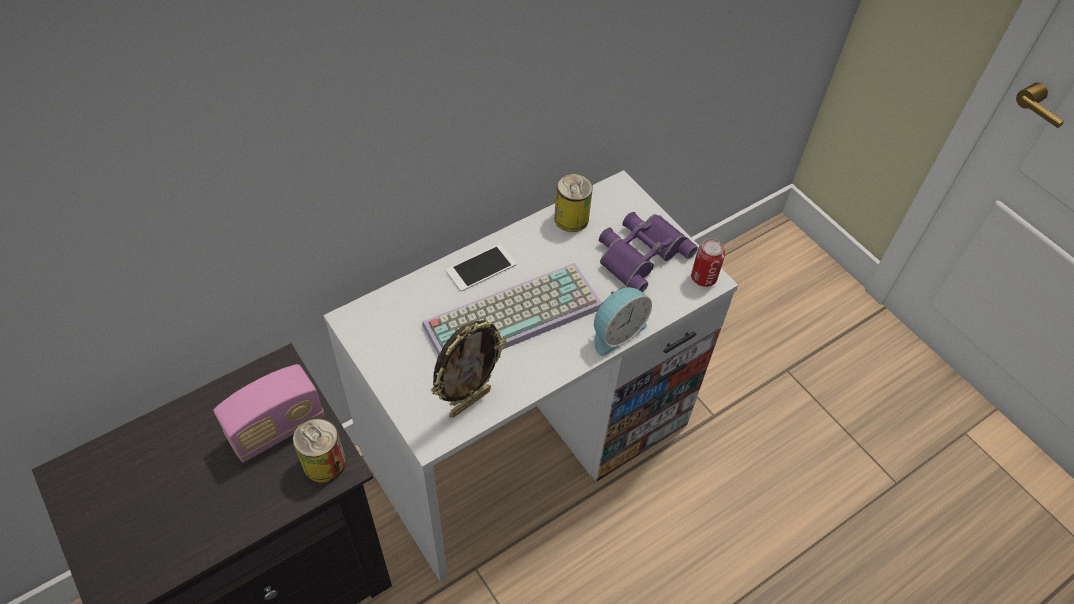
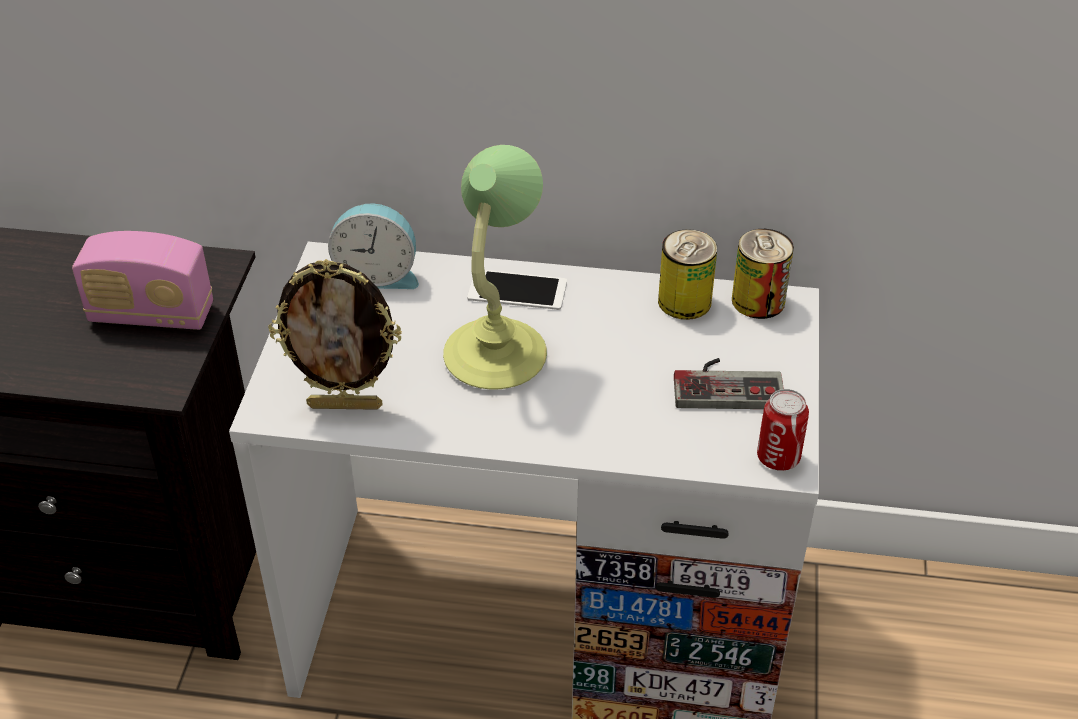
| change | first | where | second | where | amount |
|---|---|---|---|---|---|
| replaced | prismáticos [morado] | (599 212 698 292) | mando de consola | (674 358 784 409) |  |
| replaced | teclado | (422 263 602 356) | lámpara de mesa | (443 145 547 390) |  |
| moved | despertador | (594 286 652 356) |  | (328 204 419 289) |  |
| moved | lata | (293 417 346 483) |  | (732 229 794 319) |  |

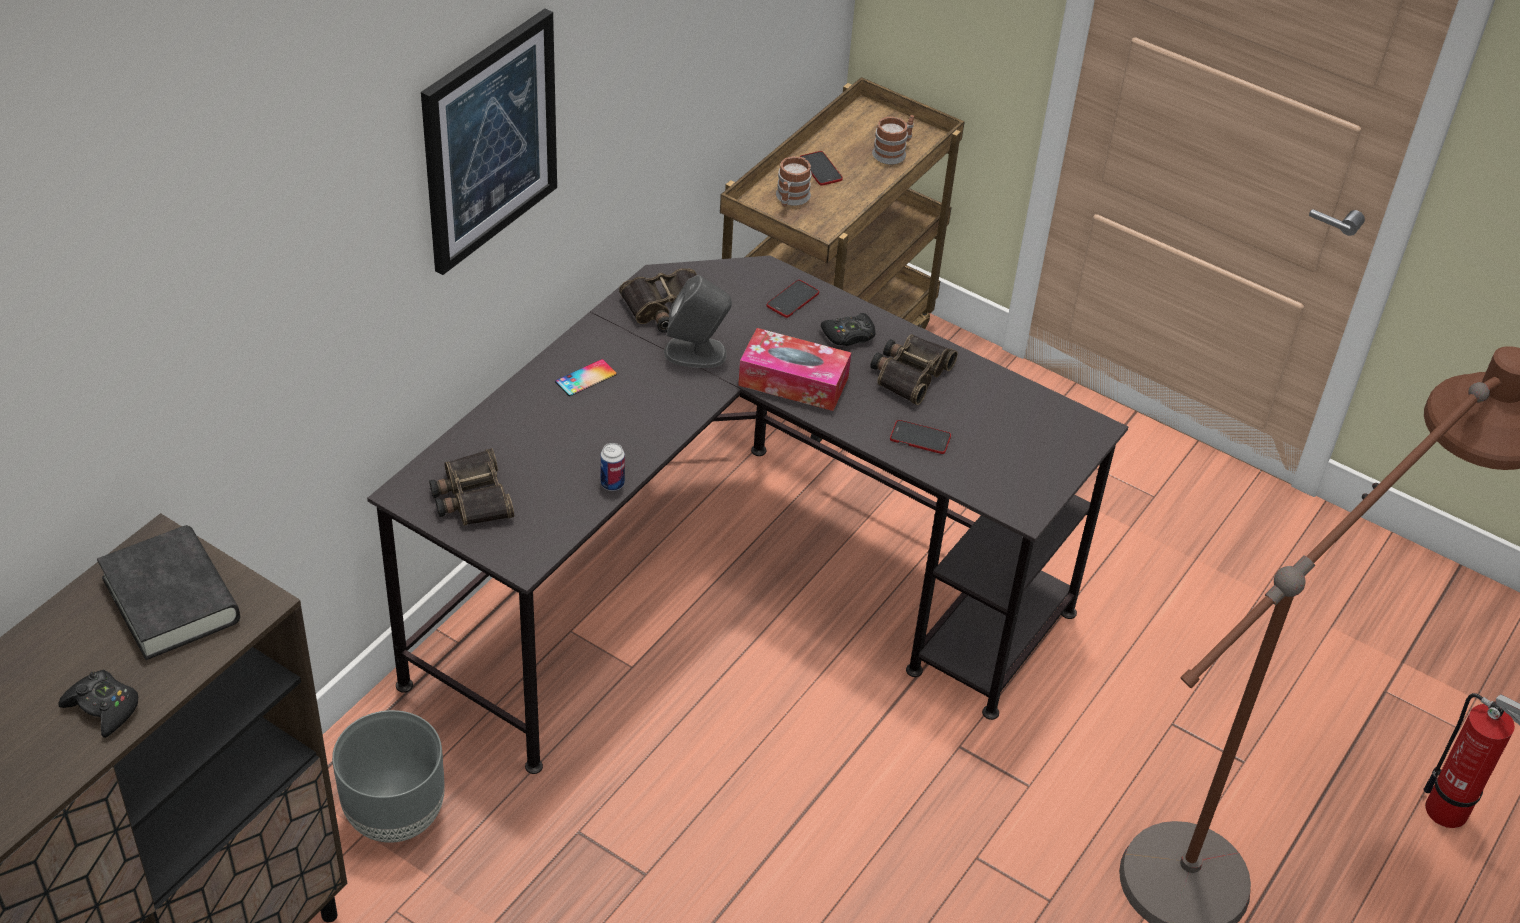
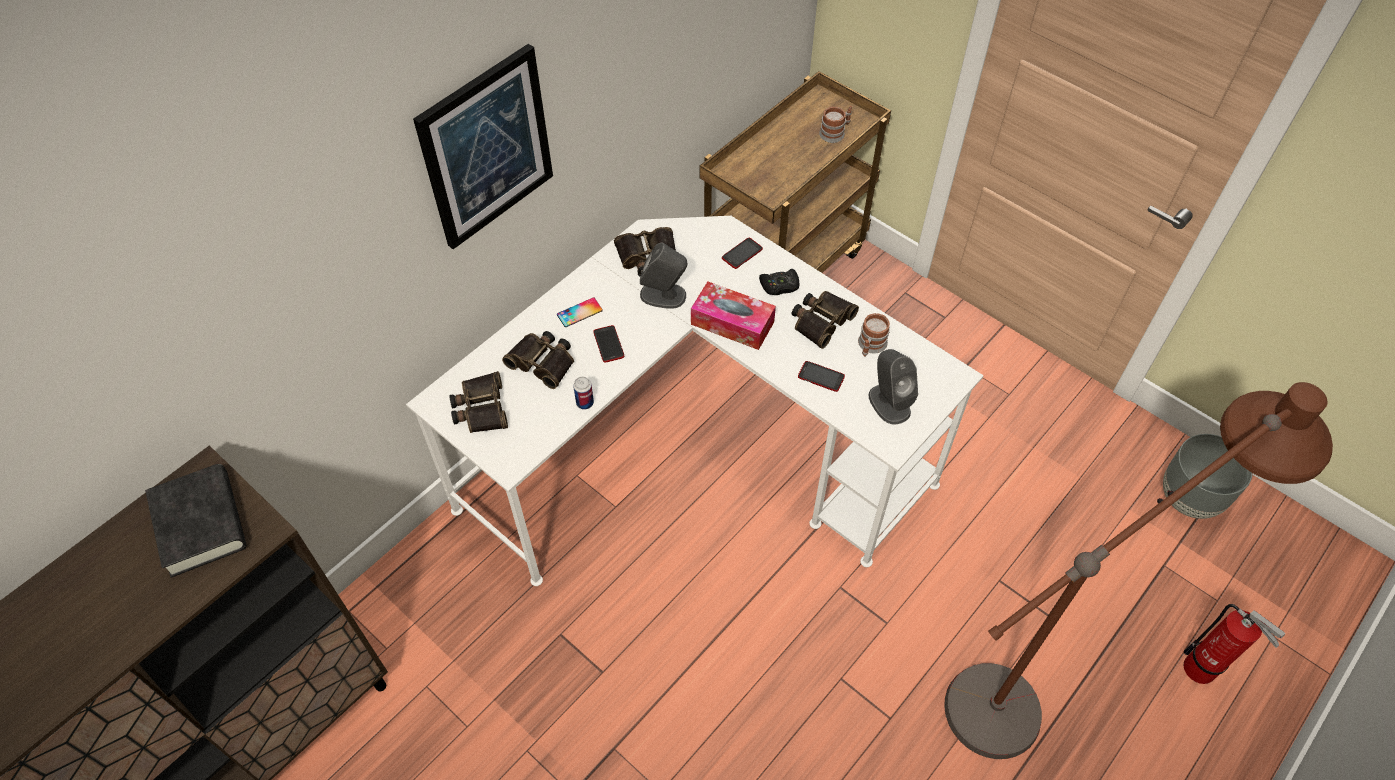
| change | first | where | second | where | amount |
|---|---|---|---|---|---|
| moved | móvil | (800 151 843 186) |  | (593 325 624 363) |  |
| moved | taza grande | (776 156 811 207) |  | (858 313 890 356) |  |
| recoloured | escritorio [negro] | (367 256 1128 774) | escritorio [blanco] | (406 216 984 586) |  |
| removed | mando de consola [negro] | (58 670 138 738) |  |  |  |
| moved | maceta [gris] | (332 710 445 843) |  | (1163 434 1253 519) |  |
| added |  |  | prismáticos | (502 331 574 389) |  |
| added |  |  | altavoz [gris] | (868 349 918 425) |  |

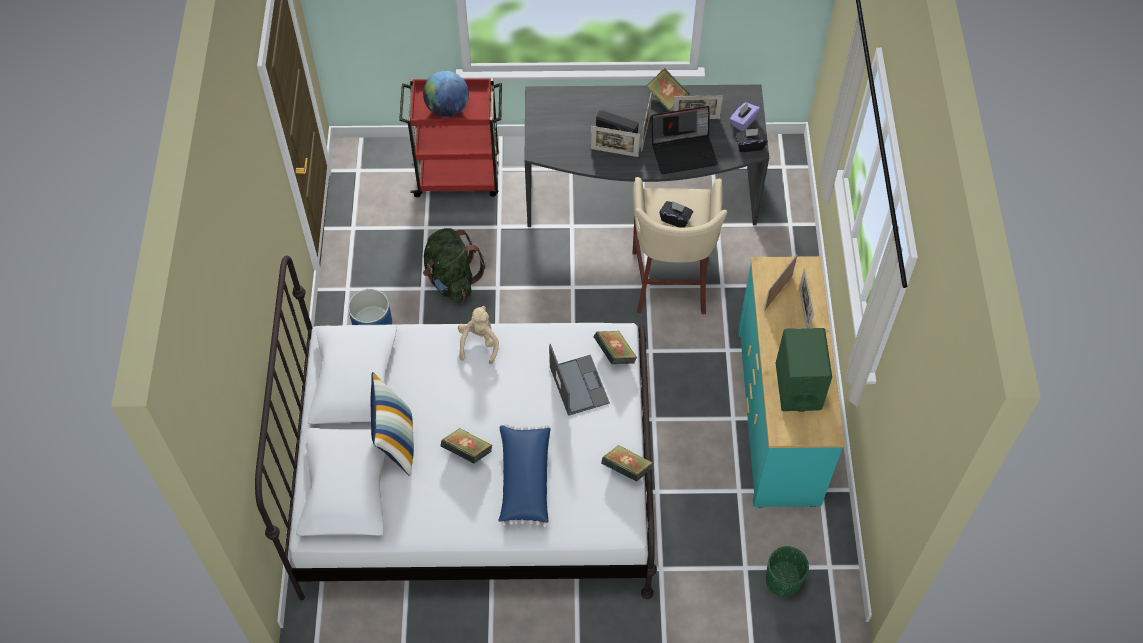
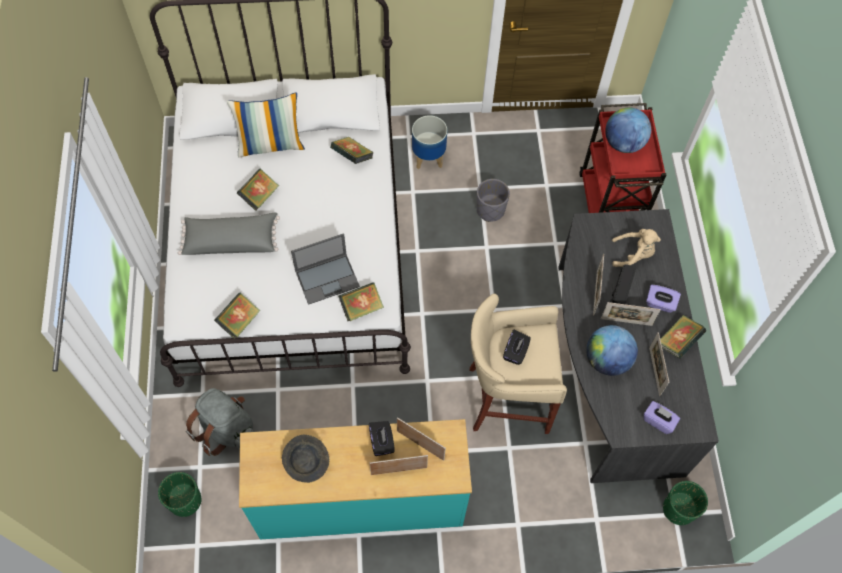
| change | first | where | second | where | amount |
|---|---|---|---|---|---|
| replaced | portátil | (652 106 718 174) | globo terráqueo | (586 325 638 376) |  |
| moved | caja de pañuelos [negro] | (735 129 768 152) |  | (369 421 395 456) |  |
| replaced | mochila [verde] | (423 228 486 303) | maceta [gris] | (477 179 510 222) |  |
| moved | peluche [beis] | (458 306 499 364) |  | (612 229 661 267) |  |
| replaced | altavoz [verde] | (776 328 832 412) | sombrero [gris] | (282 434 329 483) |  |
| recoloured | cojín [azul] | (498 423 551 527) | cojín [gris] | (178 212 280 255) |  |
| added |  |  | libro | (330 137 374 164) |  |
| added |  |  | caja de pañuelos [morado] | (646 285 681 313) |  |
| added |  |  | mochila [gris] | (186 388 254 456) |  |
| added |  |  | maceta [verde] | (663 481 708 525) |  |

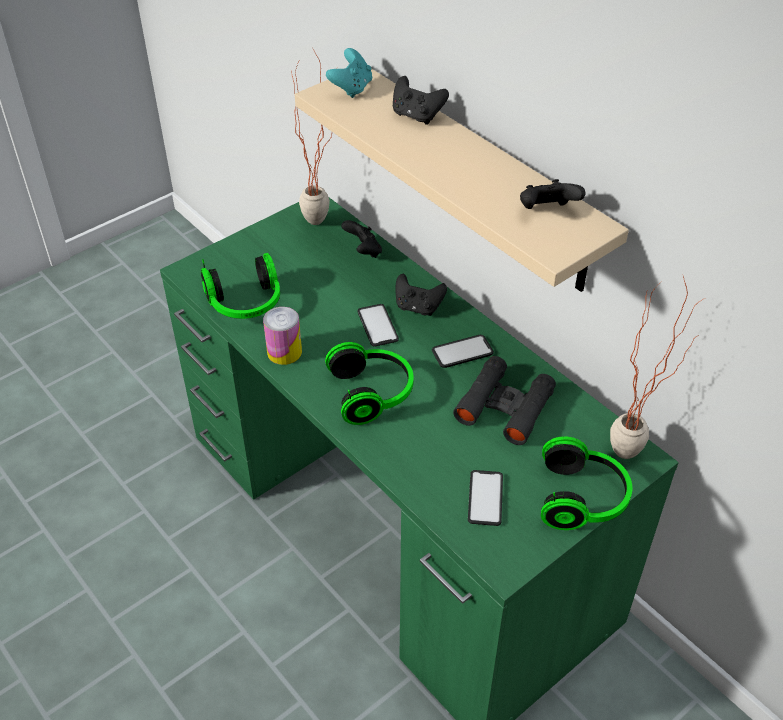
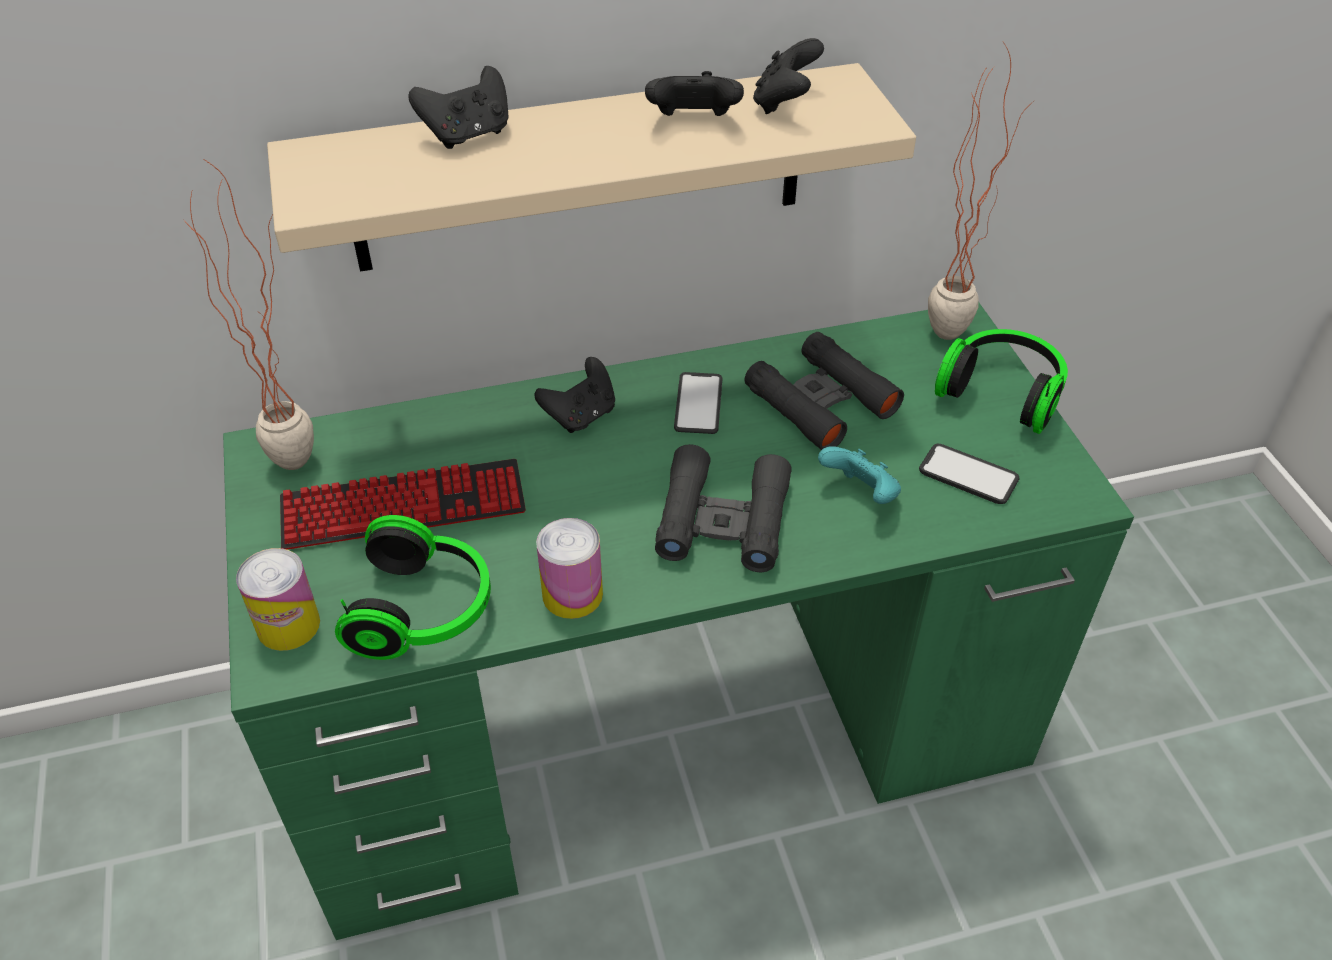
| change | first | where | second | where | amount |
|---|---|---|---|---|---|
| moved | mando de consola [turquesa] | (326 48 372 98) |  | (818 446 901 504) |  |
| moved | mando de consola [negro] | (341 220 382 258) |  | (645 71 744 116) |  |
| removed | móvil | (358 304 399 347) |  |  |  |
| replaced | auriculares | (325 342 414 425) | prismáticos [negro] | (655 444 792 572) |  |
| added |  |  | teclado | (280 459 526 550) |  |
| added |  |  | lata | (236 548 320 651) |  |

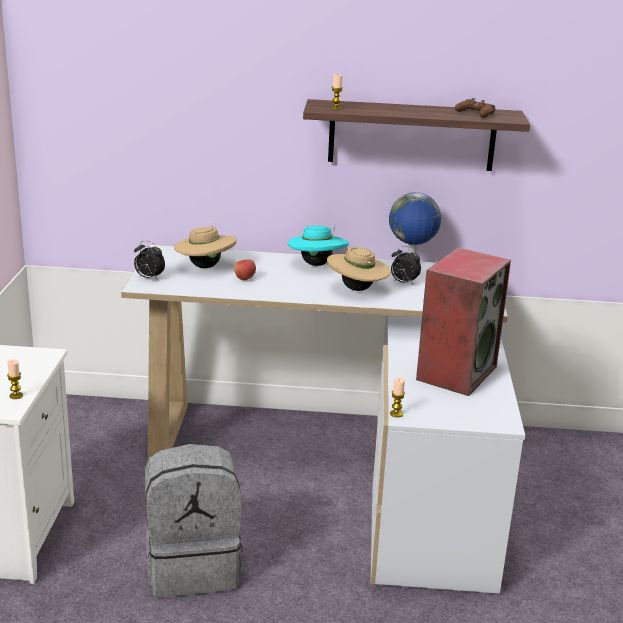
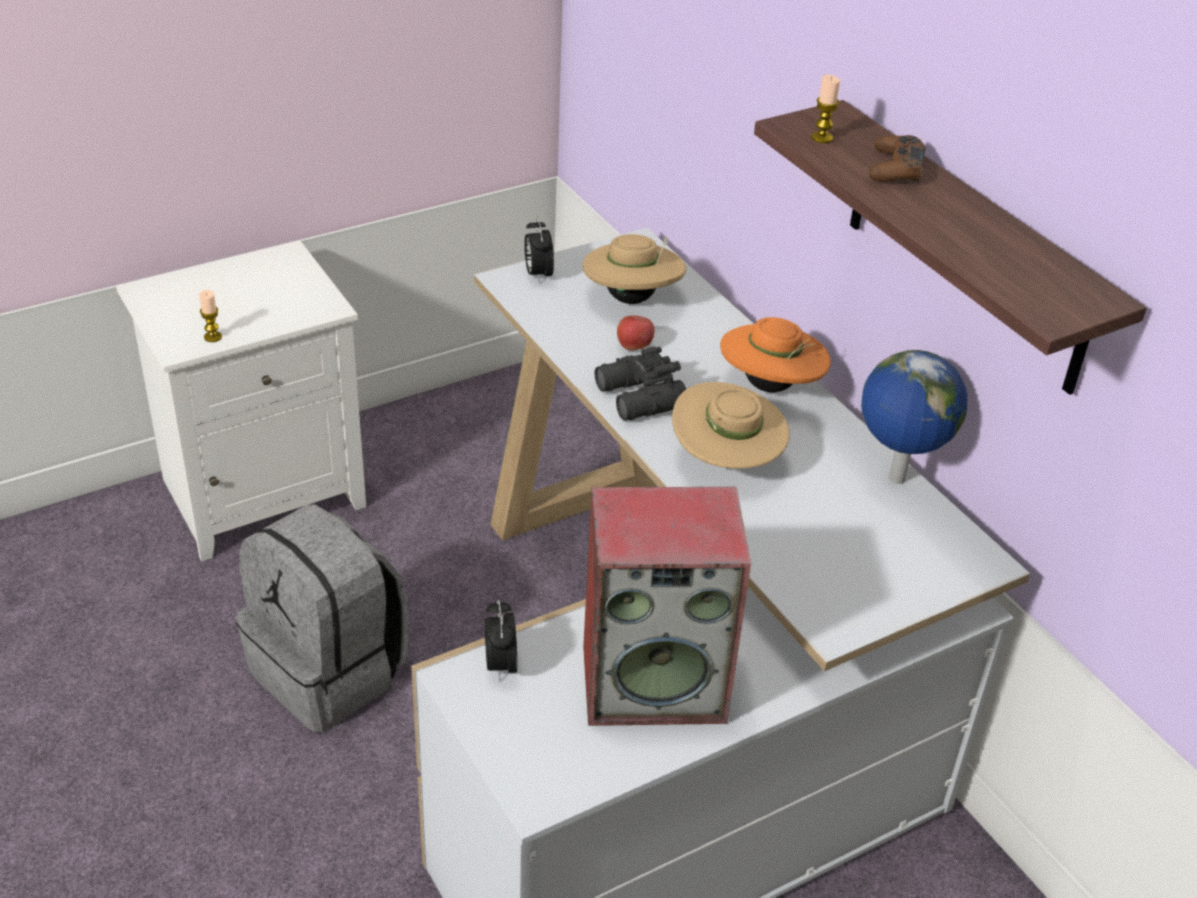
| change | first | where | second | where | amount |
|---|---|---|---|---|---|
| moved | mando de consola [marrón] | (455 98 495 118) |  | (869 135 926 183) |  |
| recoloured | sombrero [turquesa] | (288 224 349 266) | sombrero [naranja] | (720 317 831 392) |  |
| moved | despertador | (391 246 421 285) |  | (485 600 517 681) |  |
| removed | vela | (390 377 405 417) |  |  |  |
| added |  |  | prismáticos [negro] | (595 346 686 421) |  |

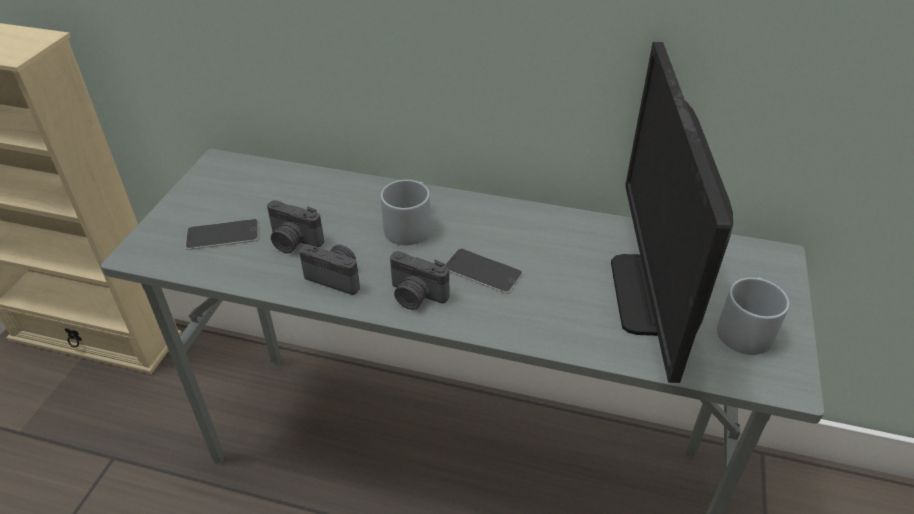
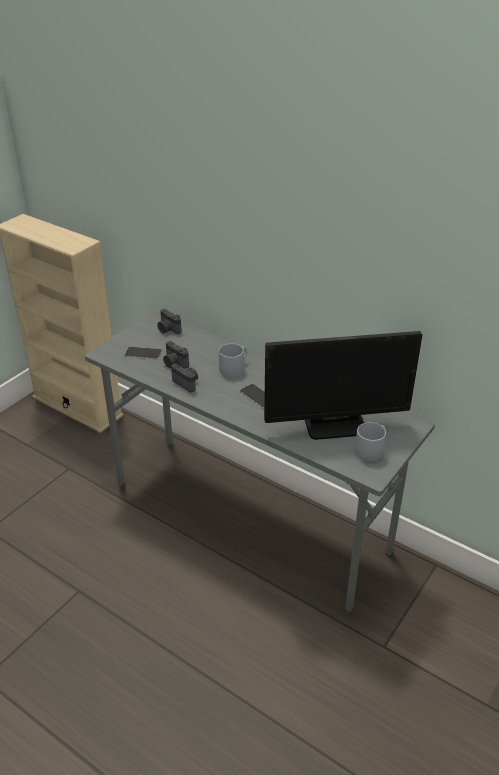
| change | first | where | second | where | amount |
|---|---|---|---|---|---|
| turned | monitor | (611 42 733 383) |  | (264 331 422 440) | 120 degrees counterclockwise |
| moved | cámara | (390 251 449 310) |  | (158 309 182 334) |  |

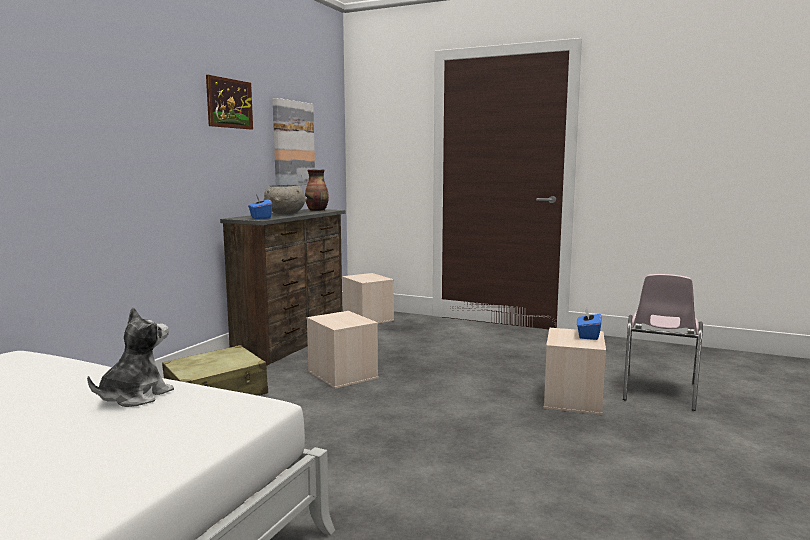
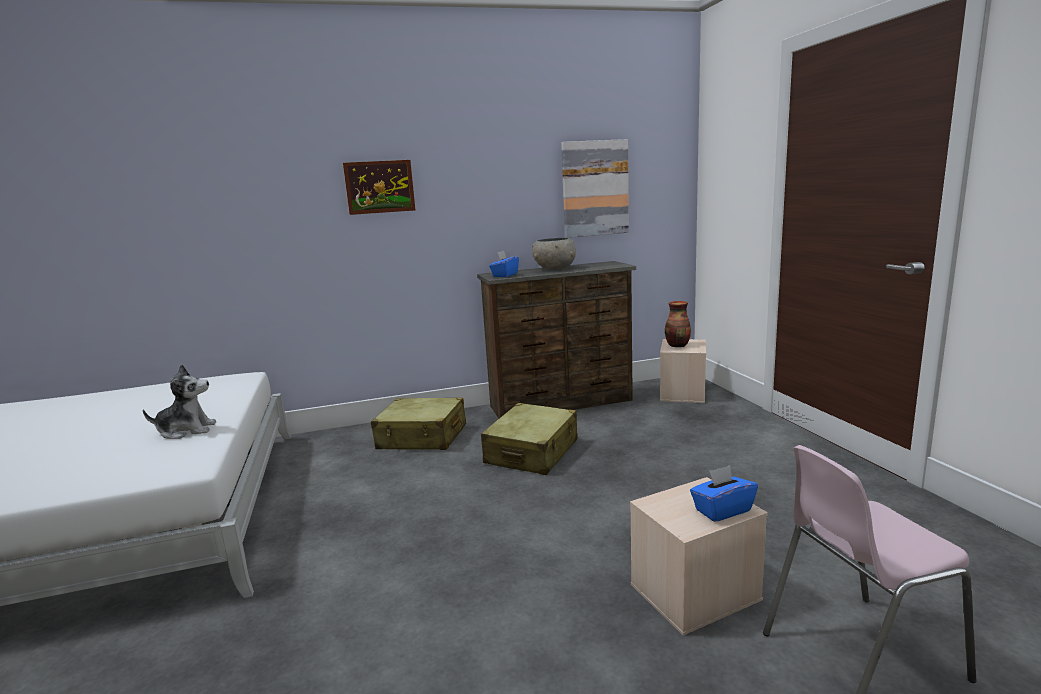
| change | first | where | second | where | amount |
|---|---|---|---|---|---|
| moved | cuadro | (206 75 253 130) |  | (343 160 415 215) |  |
| moved | florero | (305 169 329 211) |  | (665 301 691 347) |  |
| replaced | caja de almacenaje [beis] | (307 311 378 389) | maleta [beis] | (481 403 578 475) |  |

